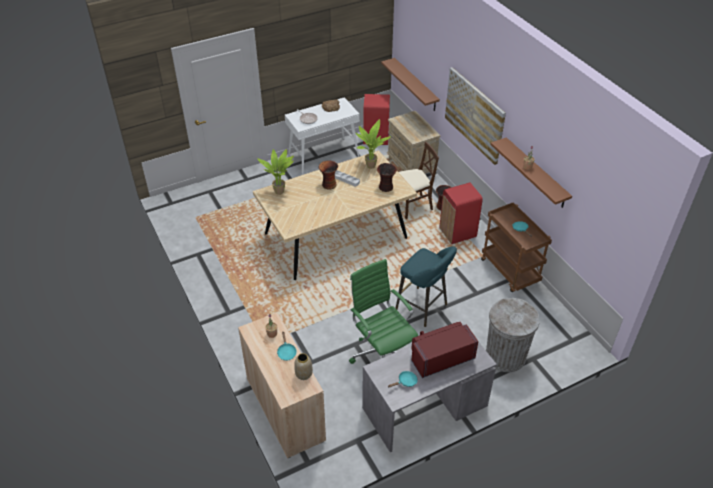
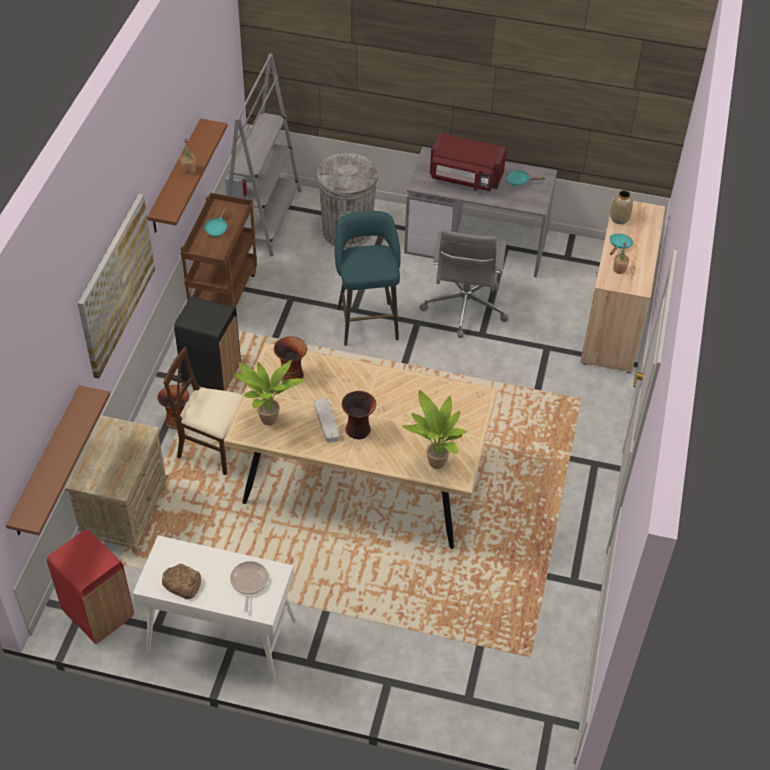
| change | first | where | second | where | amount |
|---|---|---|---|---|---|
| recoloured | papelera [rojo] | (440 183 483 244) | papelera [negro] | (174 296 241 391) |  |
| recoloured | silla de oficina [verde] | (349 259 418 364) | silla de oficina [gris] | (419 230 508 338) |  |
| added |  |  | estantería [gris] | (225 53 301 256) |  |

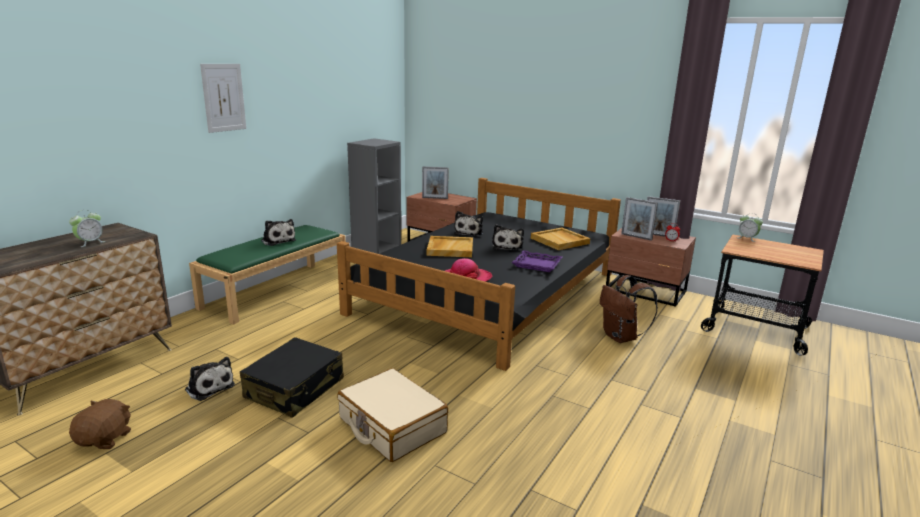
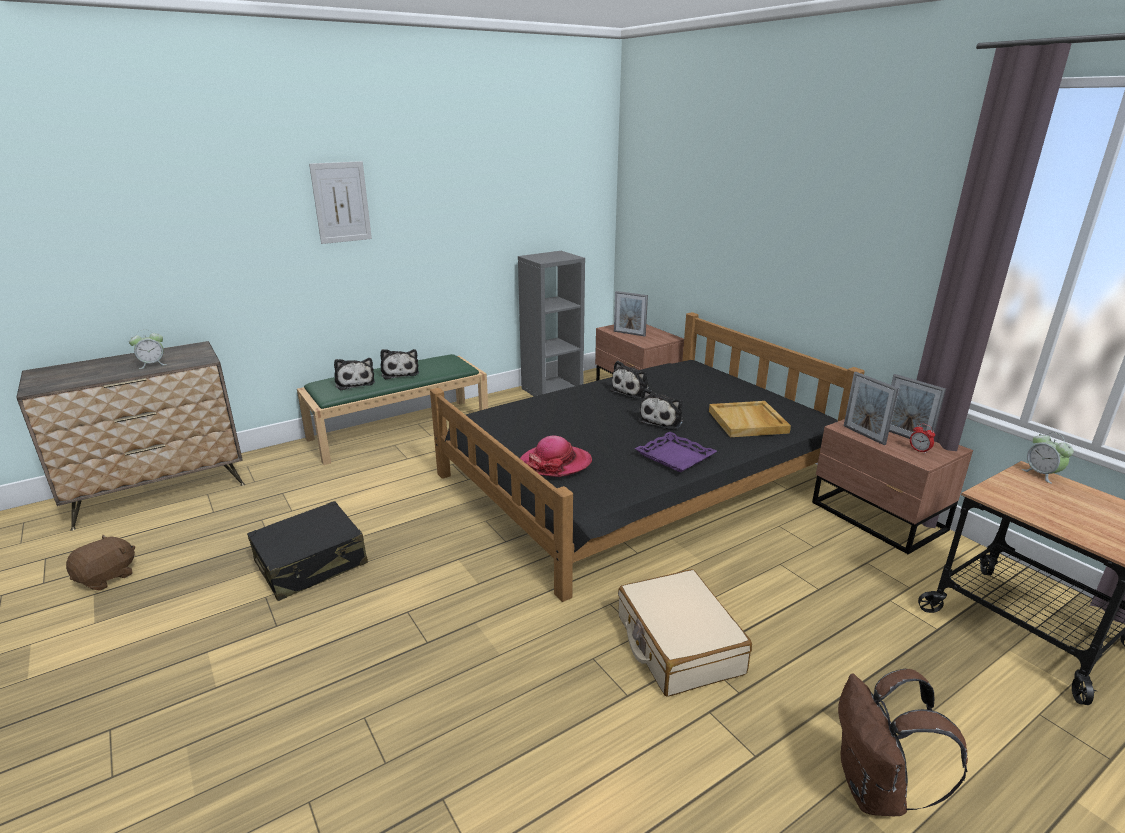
| change | first | where | second | where | amount |
|---|---|---|---|---|---|
| removed | bandeja [beis] | (426 236 473 257) |  |  |  |
| moved | mochila [marrón] | (600 275 658 343) |  | (838 669 968 816) |  |
| moved | peluche | (185 357 235 401) |  | (334 358 375 390) |  |
| moved | maleta [beis] | (337 368 448 462) |  | (618 569 752 697) |  |

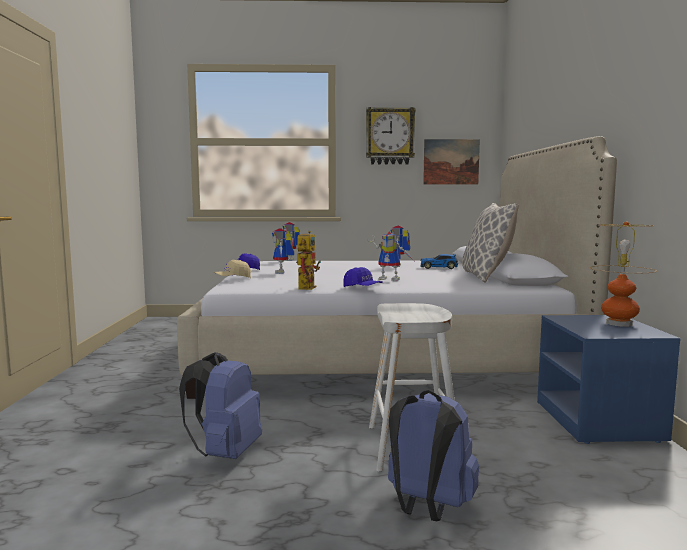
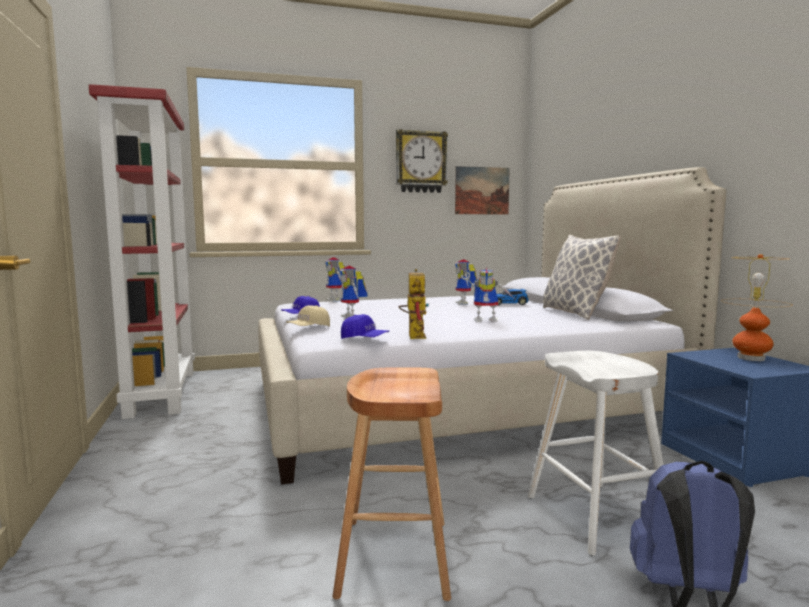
| change | first | where | second | where | amount |
|---|---|---|---|---|---|
| moved | gorra [azul] | (343 267 383 287) |  | (341 314 389 339) |  |
| replaced | mochila [azul] | (179 352 262 459) | taburete [marrón] | (333 367 451 601) |  |
| added |  |  | estantería [rojo] | (89 84 195 419) |  |

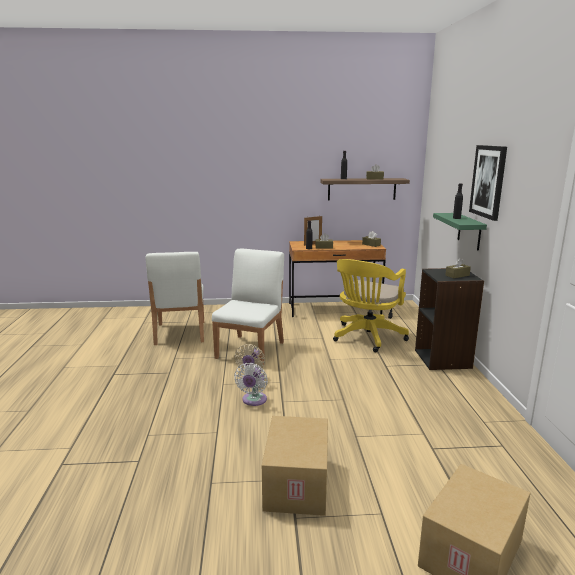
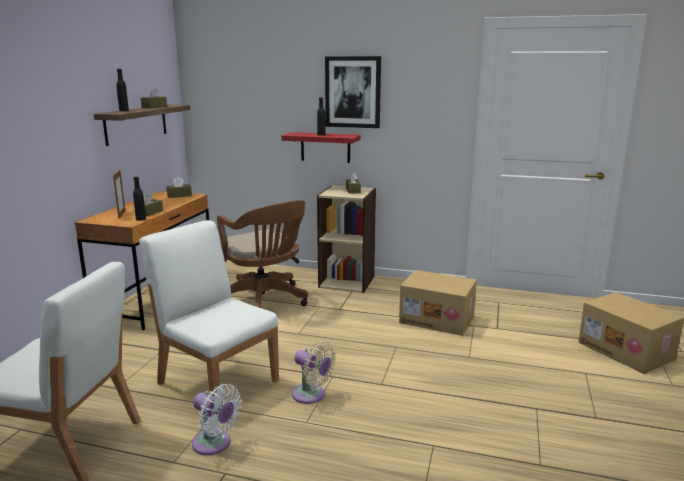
| change | first | where | second | where | amount |
|---|---|---|---|---|---|
| recoloured | estante [verde] | (433 213 487 251) | estante [rojo] | (281 132 361 163) |  |
| recoloured | silla de oficina [amarillo] | (333 259 409 352) | silla de oficina [marrón] | (217 200 308 308) |  |
| recoloured | estantería [negro] | (415 268 484 370) | estantería [beis] | (317 185 376 293) |  |
| moved | ventilador [blanco] | (234 363 268 406) |  | (192 384 241 455) |  |
| moved | caja de cartón | (262 416 328 516) |  | (399 270 477 336) |  |

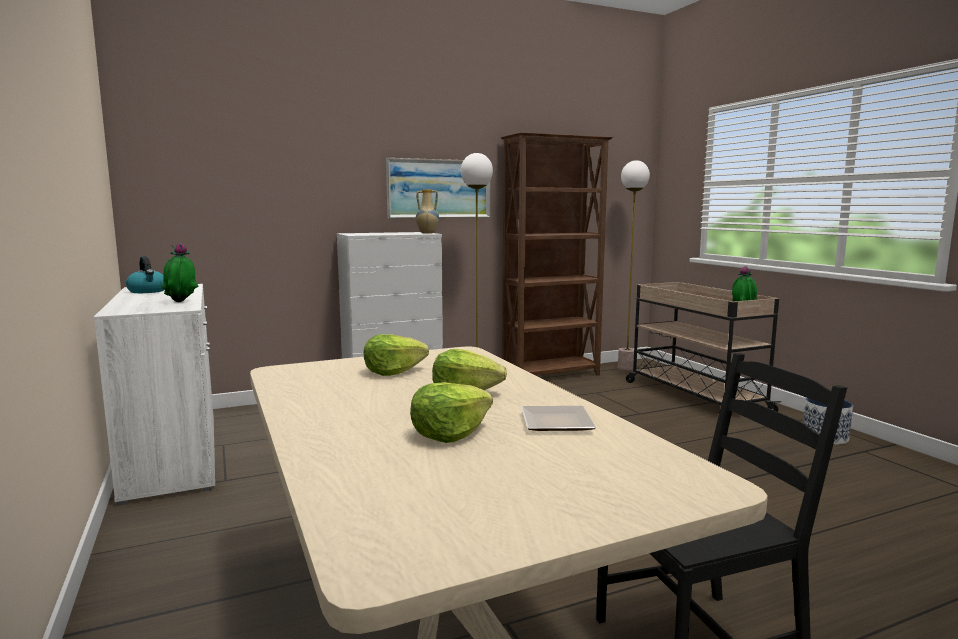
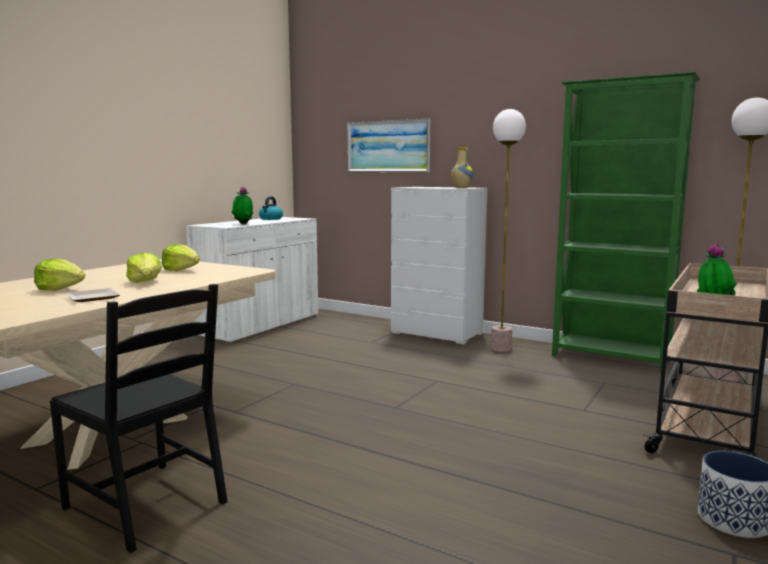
| change | first | where | second | where | amount |
|---|---|---|---|---|---|
| recoloured | estantería [marrón] | (500 132 613 376) | estantería [verde] | (552 72 701 373) |  |
| moved | cuadro | (386 158 491 219) |  | (347 119 430 172) |  |

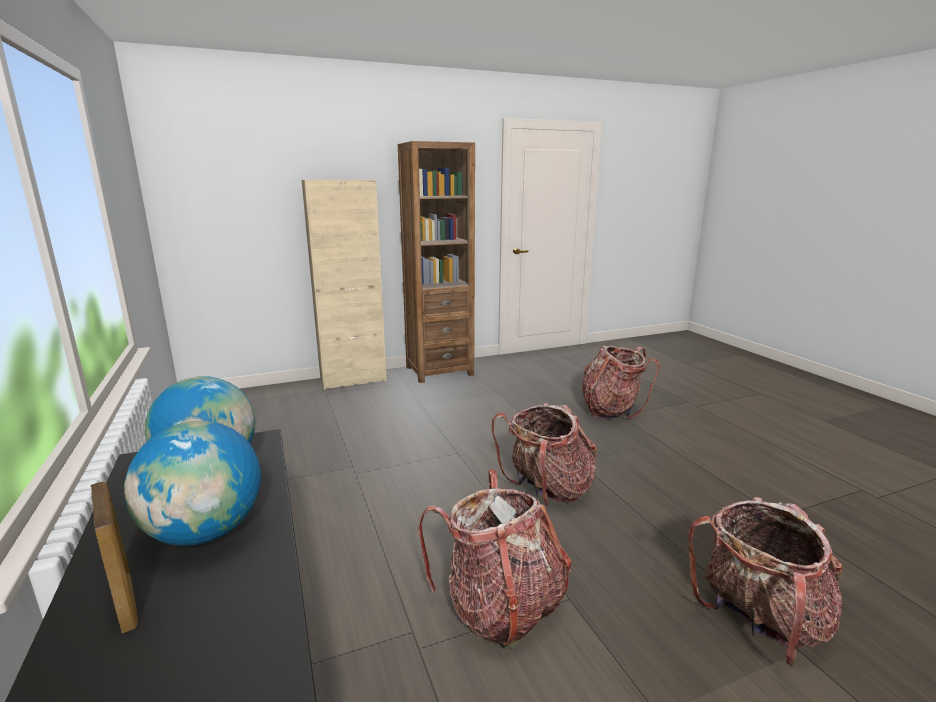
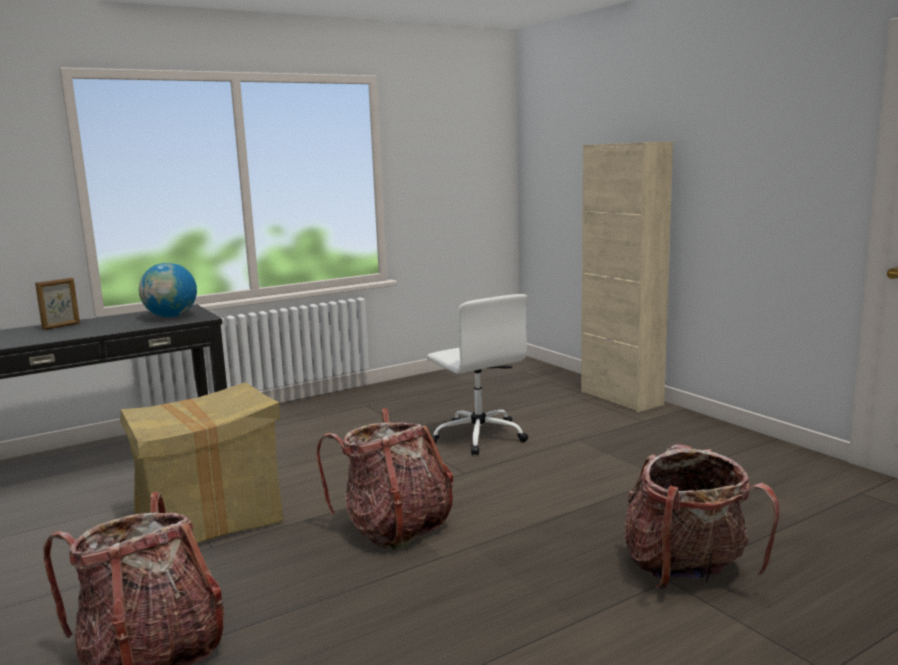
| change | first | where | second | where | amount |
|---|---|---|---|---|---|
| removed | estantería [marrón] | (398 141 475 383) |  |  |  |
| removed | globo terráqueo | (124 421 261 546) |  |  |  |
| replaced | mochila | (418 469 571 649) | caja de cartón | (120 382 283 543) |  |
| added |  |  | silla de oficina [blanco] | (427 294 528 455) |  |

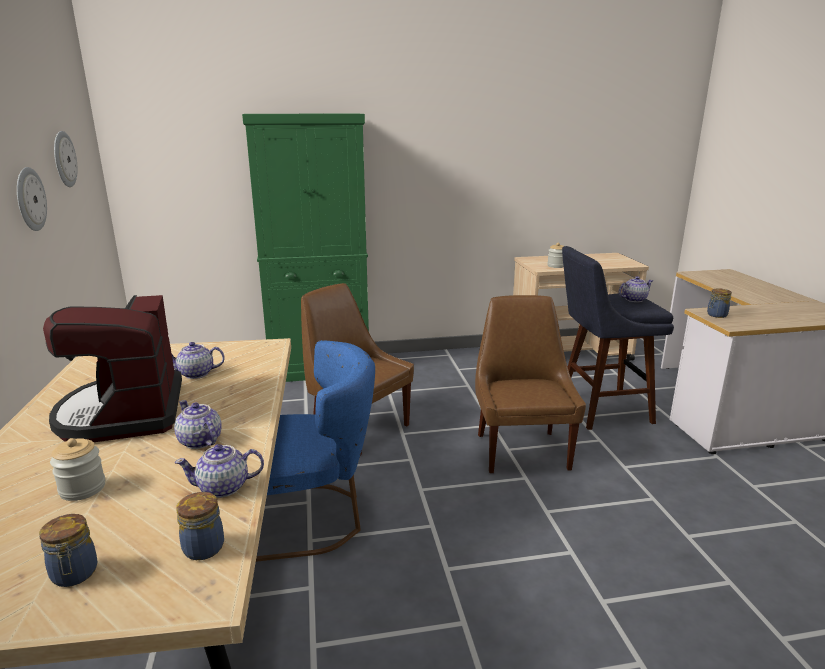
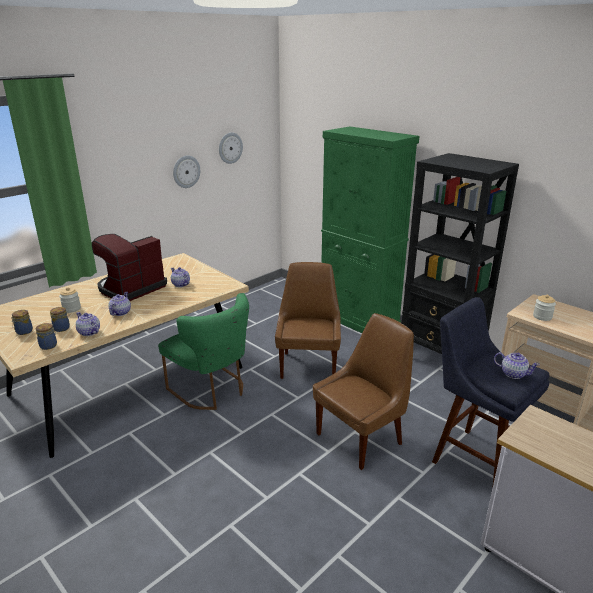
| change | first | where | second | where | amount |
|---|---|---|---|---|---|
| moved | tarro | (707 288 732 318) |  | (50 307 70 332) |  |
| recoloured | silla [azul] | (256 340 375 562) | silla [verde] | (158 293 249 410) |  |
| added |  |  | estantería [negro] | (402 153 519 354) |  |

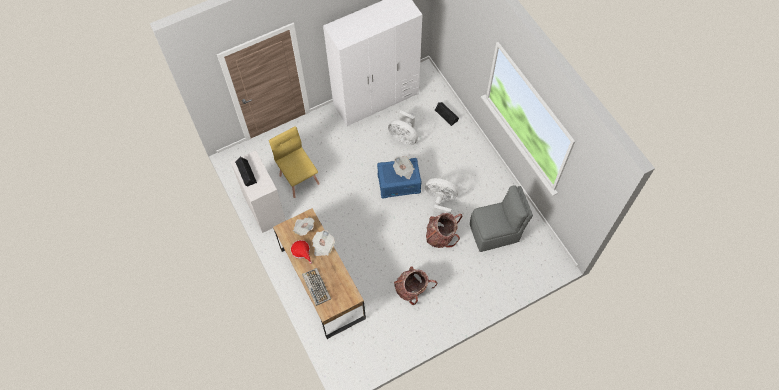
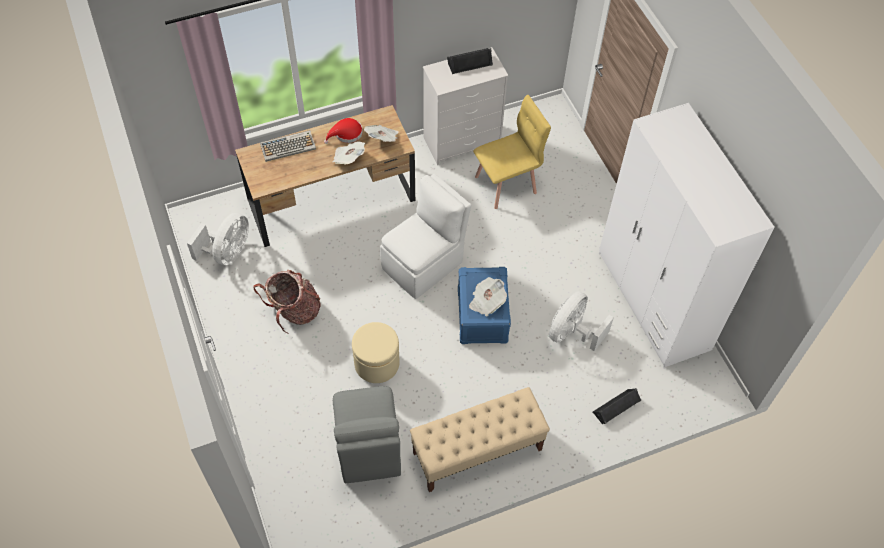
| change | first | where | second | where | amount |
|---|---|---|---|---|---|
| moved | ventilador [blanco] | (425 178 458 216) |  | (187 213 249 265) |  |
| replaced | mochila | (426 213 462 248) | puf [beis] | (352 322 400 383) |  |
| added |  |  | silla [blanco] | (380 174 471 299) |  |
| added |  |  | banco [beis] | (410 387 550 492) |  |

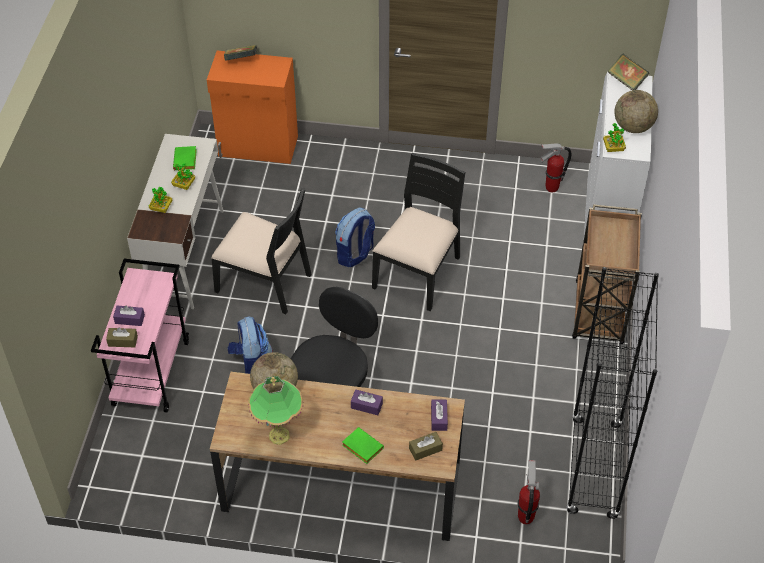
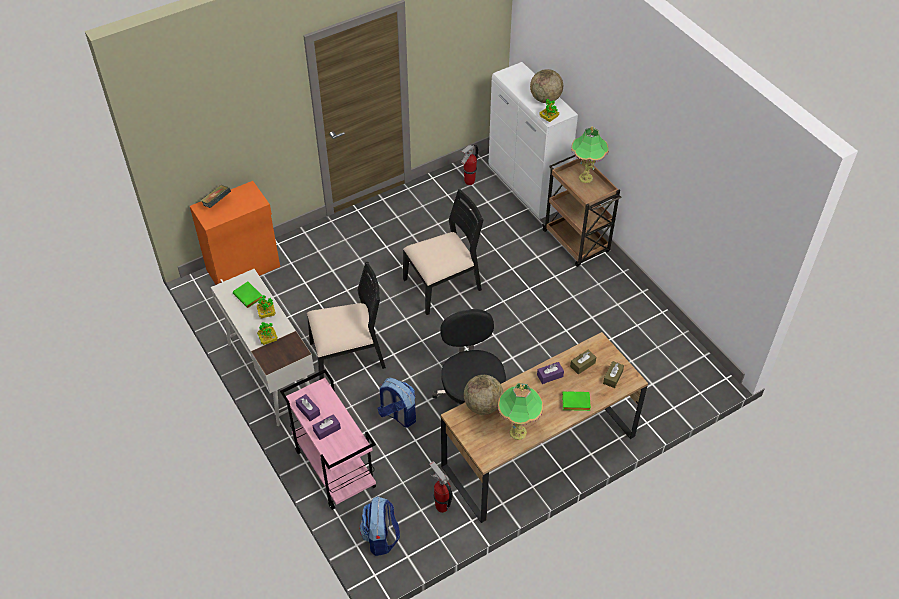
| change | first | where | second | where | amount |
|---|---|---|---|---|---|
| removed | libro | (608 54 649 90) |  |  |  |
| turned | silla [negro] | (372 153 465 311) |  | (403 189 484 315) | 75 degrees clockwise |
| moved | mochila | (335 207 375 267) |  | (360 497 400 556) |  |
| removed | estantería [negro] | (566 267 659 519) |  |  |  |
| moved | caja de pañuelos [marrón] | (106 328 138 347) |  | (570 350 596 374) |  |
| moved | caja de pañuelos [morado] | (431 400 448 431) |  | (296 394 320 421) |  |
| moved | extintor | (517 460 540 524) |  | (429 461 453 513) |  |
| added |  |  | lámpara de mesa | (571 126 609 183) |  |

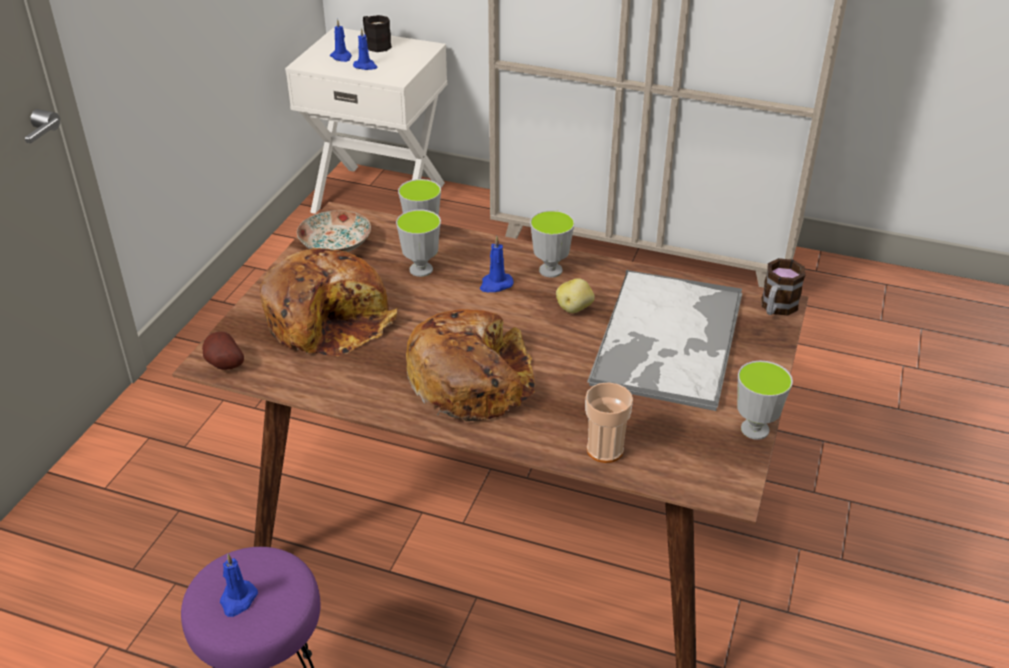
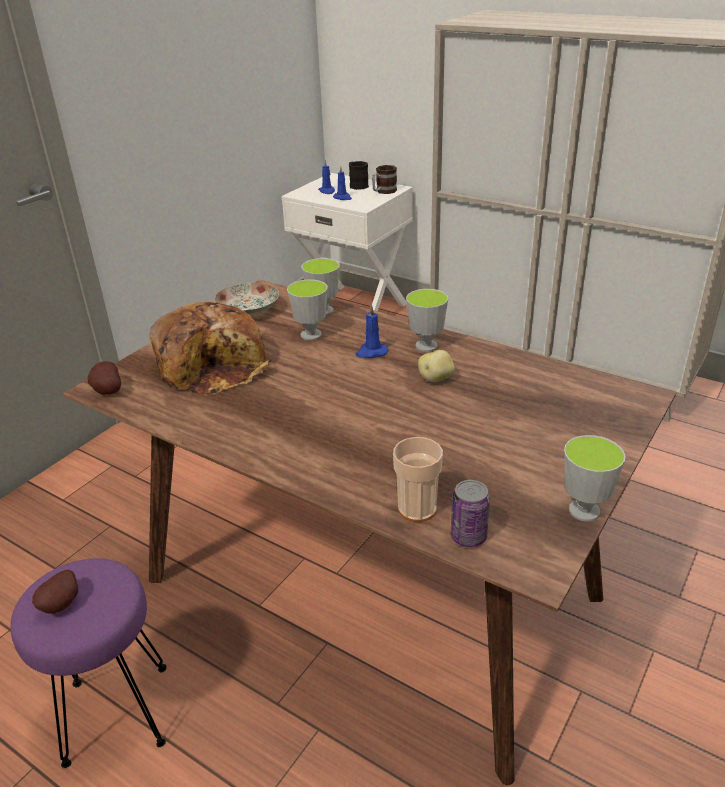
| change | first | where | second | where | amount |
|---|---|---|---|---|---|
| moved | taza grande | (761 258 805 315) |  | (372 165 397 194) |  |
| removed | bandeja | (587 269 742 411) |  |  |  |
| removed | pan | (406 309 536 422) |  |  |  |
| replaced | vela [azul] | (220 554 258 617) | patata | (32 569 78 614) |  |
| added |  |  | lata | (451 480 490 547) |  |

